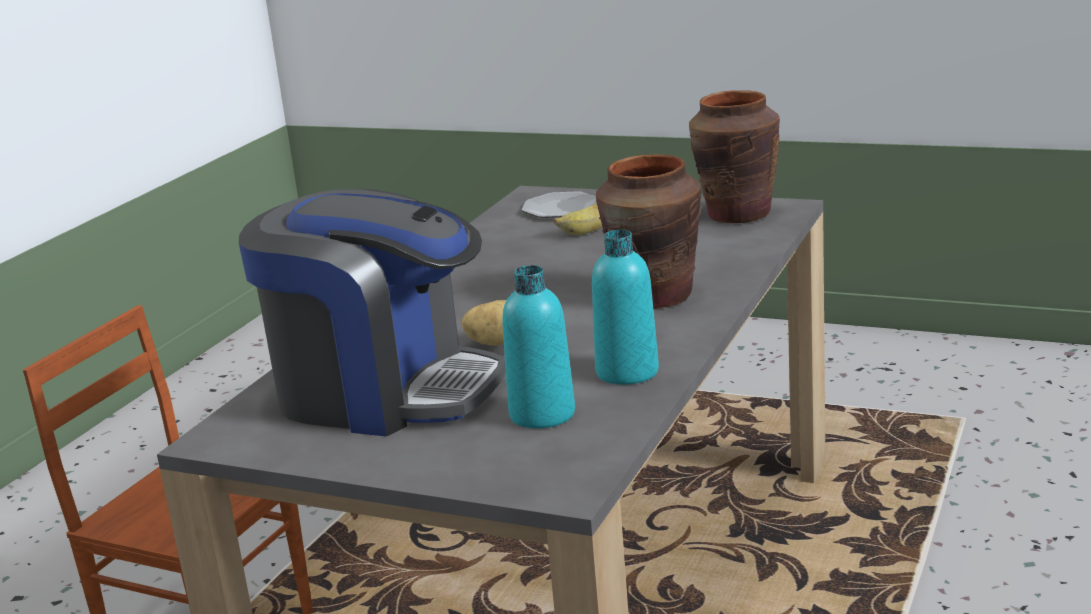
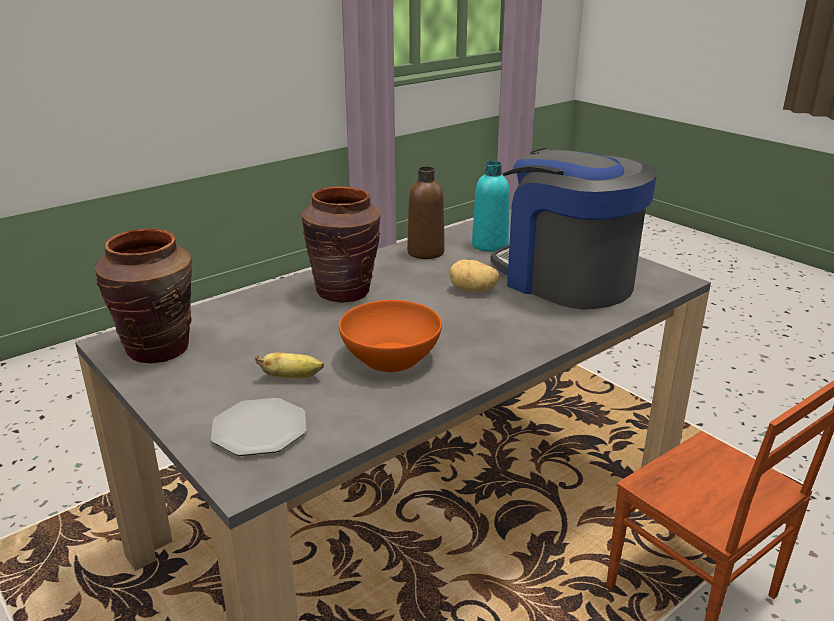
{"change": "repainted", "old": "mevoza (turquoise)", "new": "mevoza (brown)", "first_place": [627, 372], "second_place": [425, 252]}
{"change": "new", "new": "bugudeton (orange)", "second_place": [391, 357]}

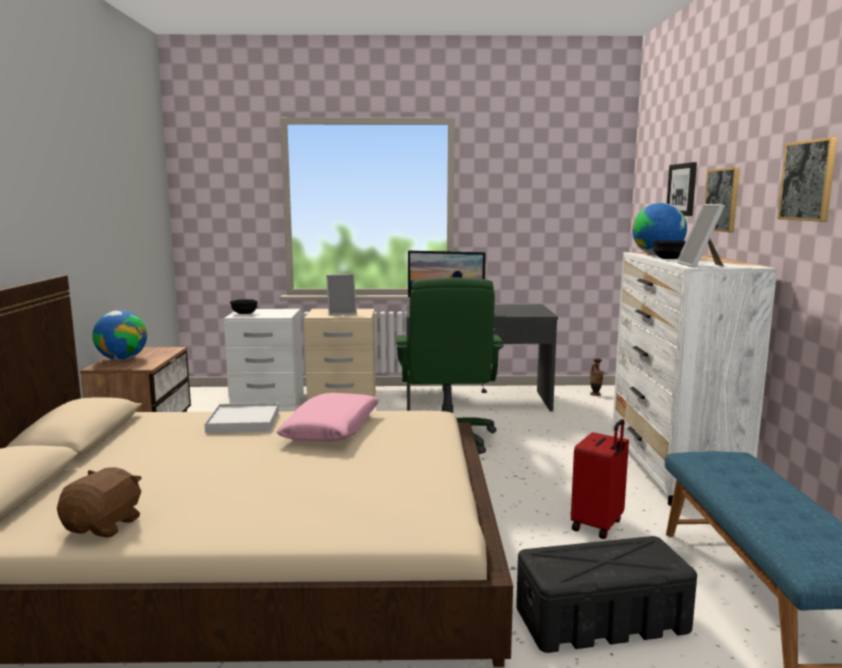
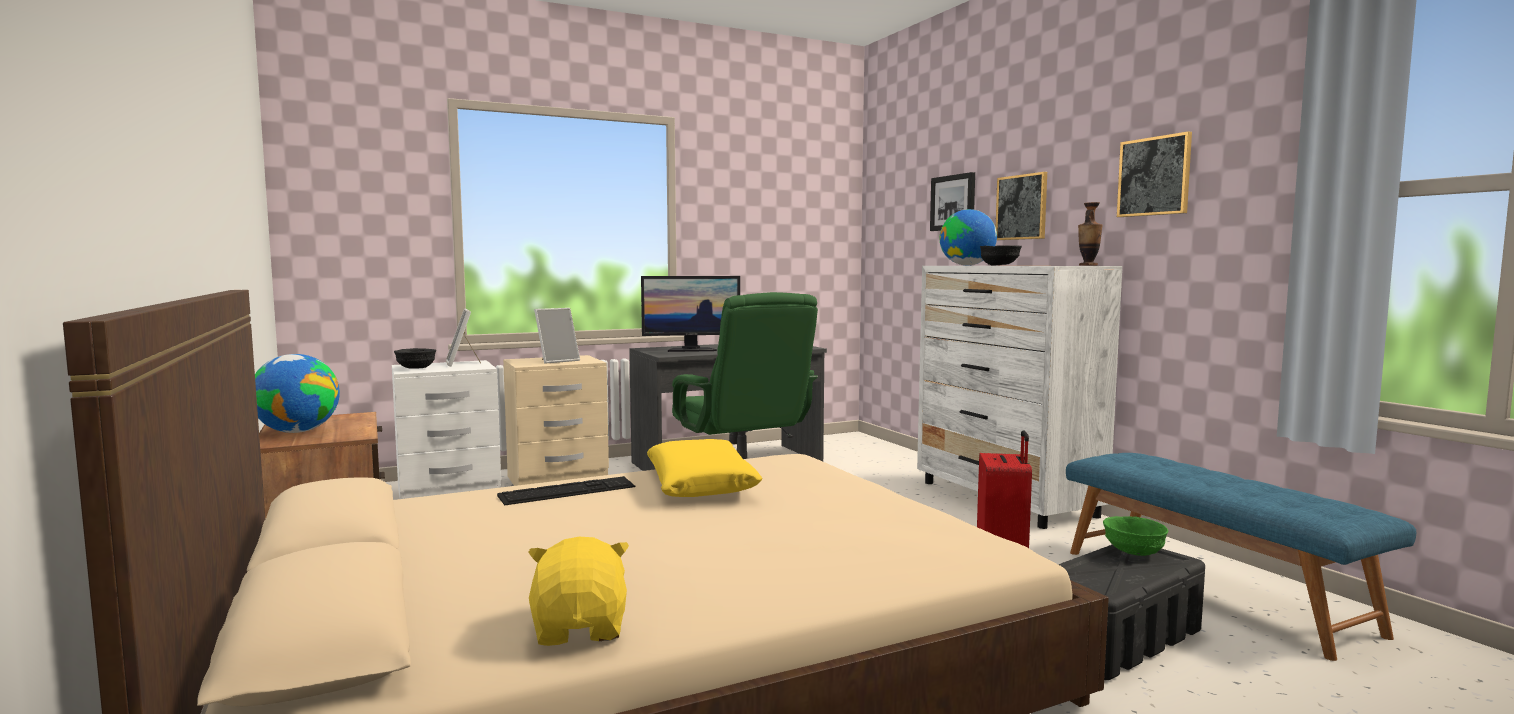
{"change": "shifted", "old": "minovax", "first_place": [700, 265], "second_place": [462, 363]}
{"change": "shifted", "old": "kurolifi", "first_place": [595, 394], "second_place": [1088, 265]}
{"change": "repainted", "old": "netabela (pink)", "new": "netabela (yellow)", "first_place": [332, 429], "second_place": [701, 484]}
{"change": "swapped", "old": "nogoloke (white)", "new": "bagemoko", "first_place": [243, 421], "second_place": [567, 491]}
{"change": "repainted", "old": "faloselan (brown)", "new": "faloselan (yellow)", "first_place": [105, 525], "second_place": [581, 628]}
{"change": "new", "new": "bugudeton (green)", "second_place": [1133, 552]}

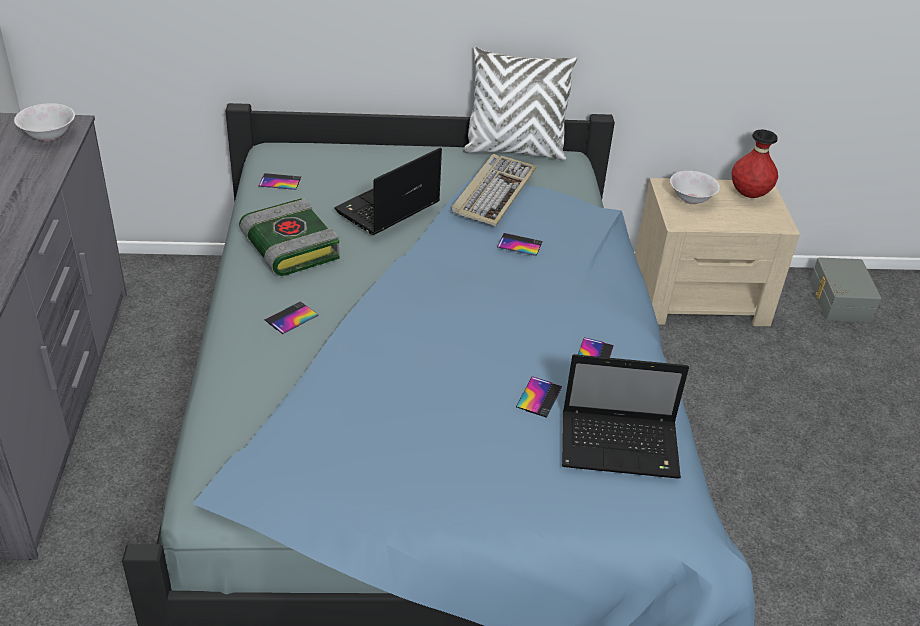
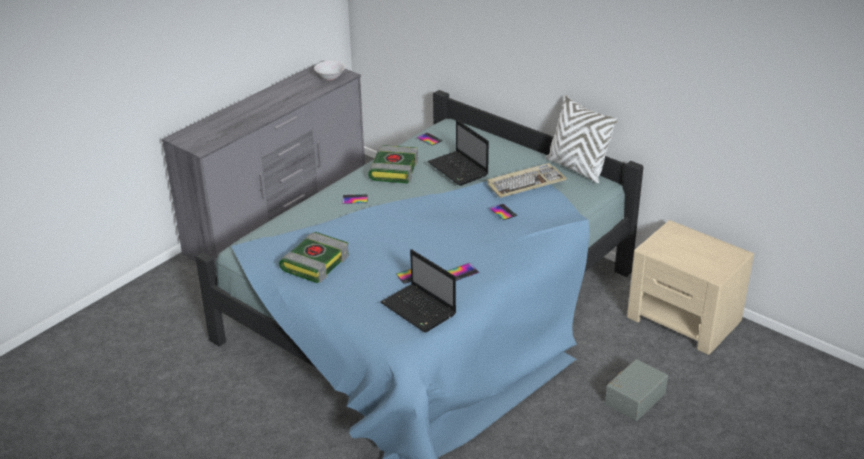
{"change": "gone", "old": "kurolifi (red)", "first_place": [749, 195]}
{"change": "rotated", "old": "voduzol", "first_place": [386, 209], "second_place": [459, 170], "degrees": -120}
{"change": "gone", "old": "bugudeton (white)", "first_place": [691, 199]}
{"change": "shifted", "old": "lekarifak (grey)", "first_place": [838, 301], "second_place": [633, 397]}
{"change": "new", "new": "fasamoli", "second_place": [315, 262]}

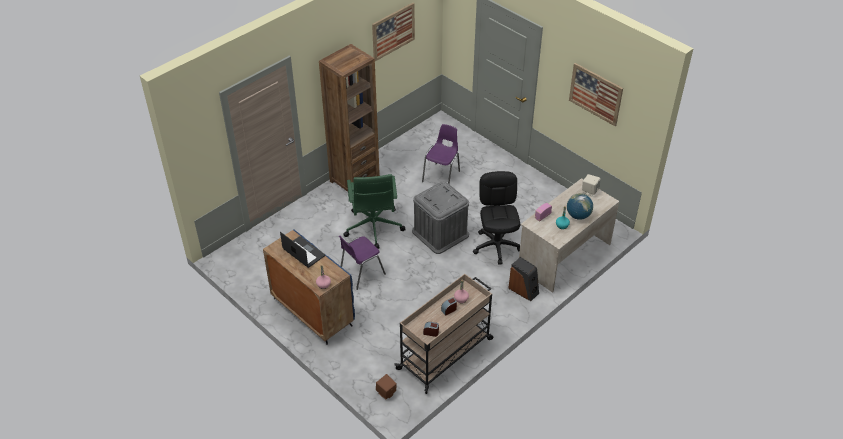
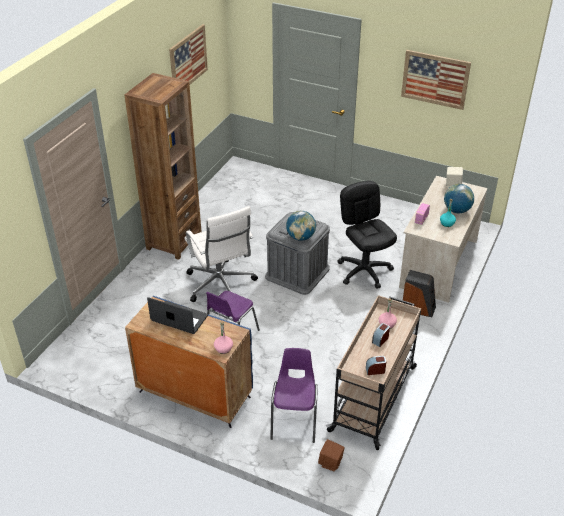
{"change": "shifted", "old": "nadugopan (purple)", "first_place": [442, 176], "second_place": [295, 421]}
{"change": "repainted", "old": "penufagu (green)", "new": "penufagu (white)", "first_place": [373, 228], "second_place": [220, 285]}
{"change": "new", "new": "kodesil", "second_place": [300, 237]}

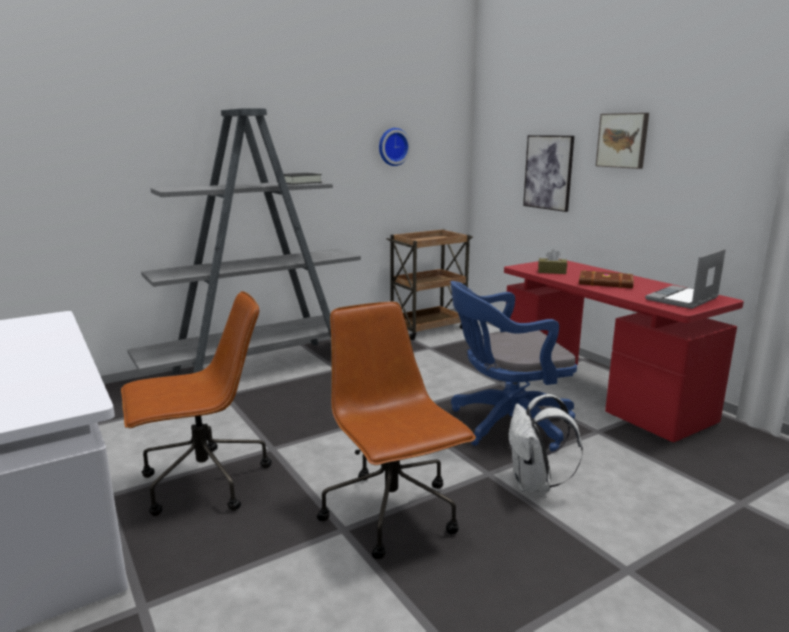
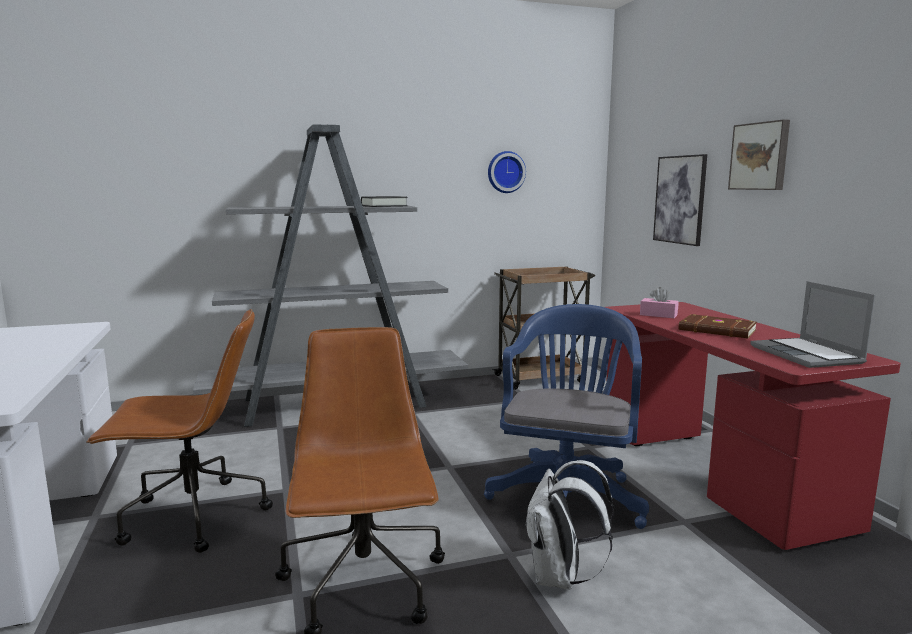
{"change": "repainted", "old": "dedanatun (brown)", "new": "dedanatun (pink)", "first_place": [552, 272], "second_place": [658, 315]}
{"change": "rotated", "old": "voduzol", "first_place": [682, 299], "second_place": [807, 355], "degrees": -75}
{"change": "rotated", "old": "penufagu (blue)", "first_place": [505, 424], "second_place": [567, 497], "degrees": 105}

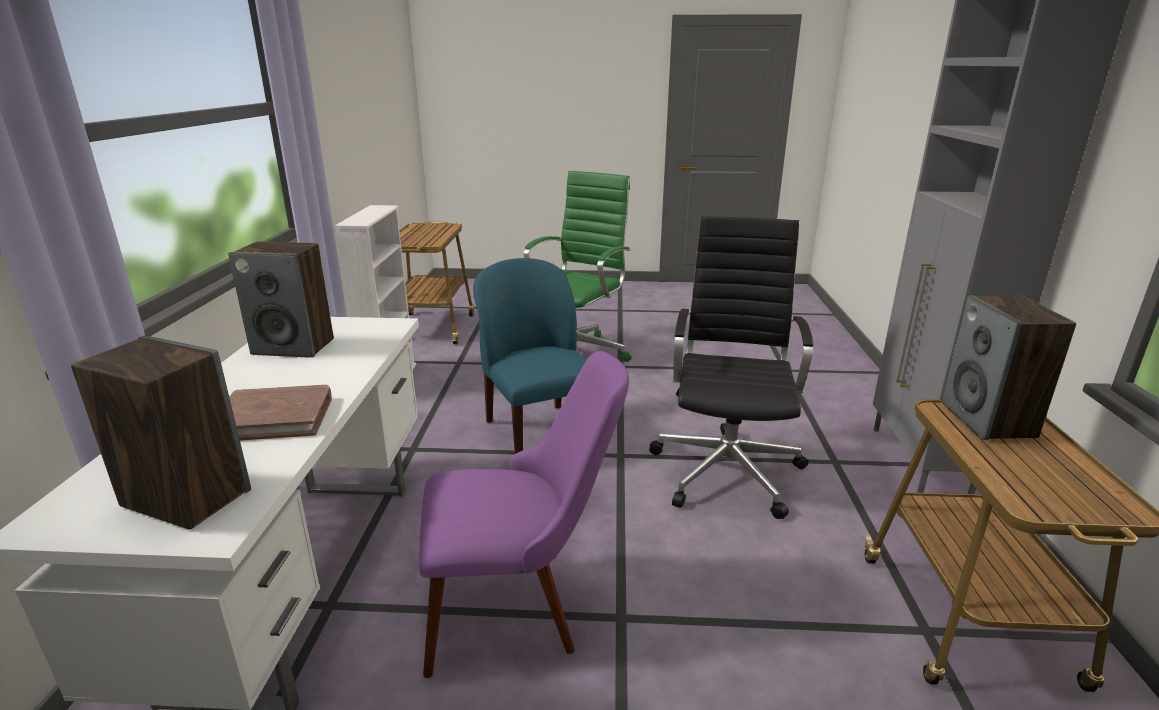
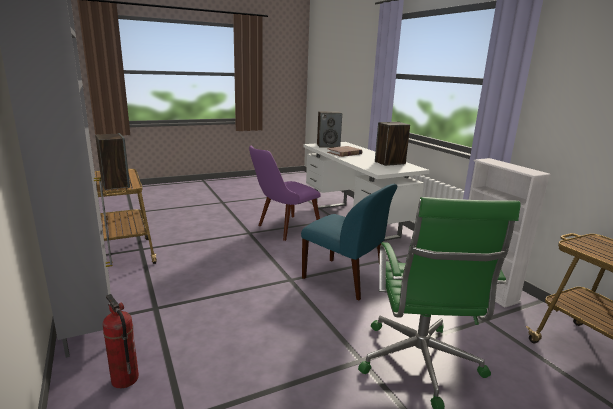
{"change": "gone", "old": "penufagu (black)", "first_place": [727, 469]}
{"change": "new", "new": "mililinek", "second_place": [124, 379]}

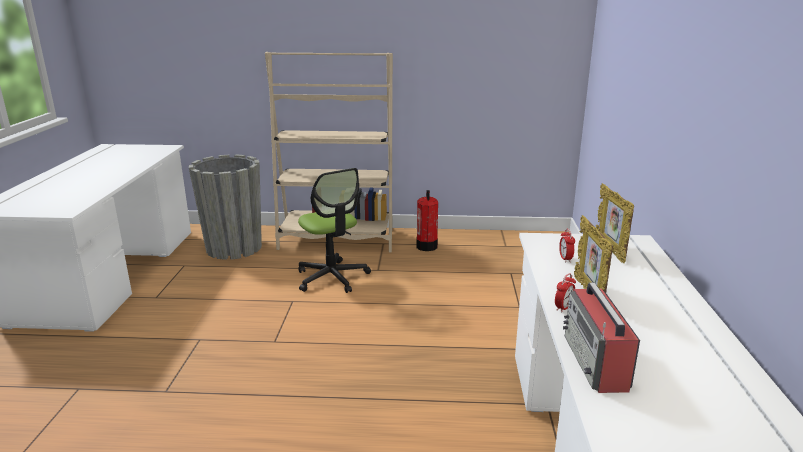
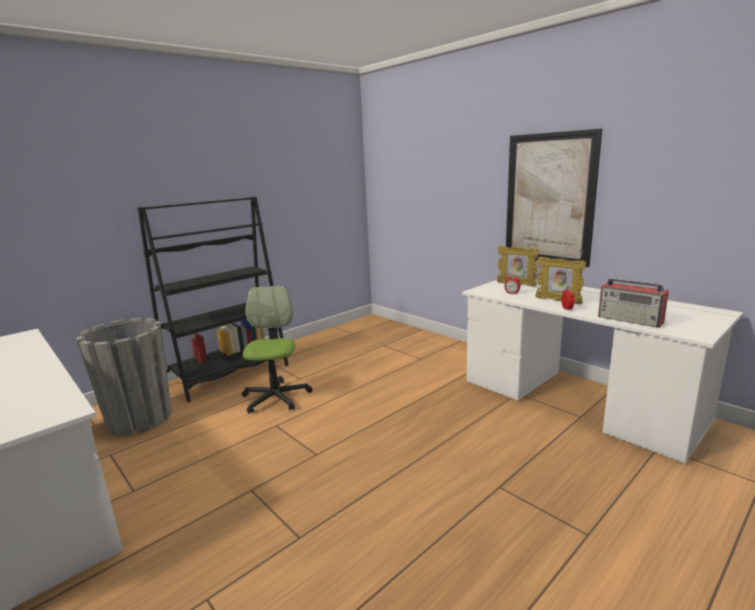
{"change": "repainted", "old": "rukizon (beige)", "new": "rukizon (black)", "first_place": [337, 239], "second_place": [228, 375]}
{"change": "rotated", "old": "penufagu", "first_place": [332, 277], "second_place": [276, 398], "degrees": -105}
{"change": "gone", "old": "mililinek", "first_place": [427, 246]}
{"change": "new", "new": "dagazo", "second_place": [549, 199]}

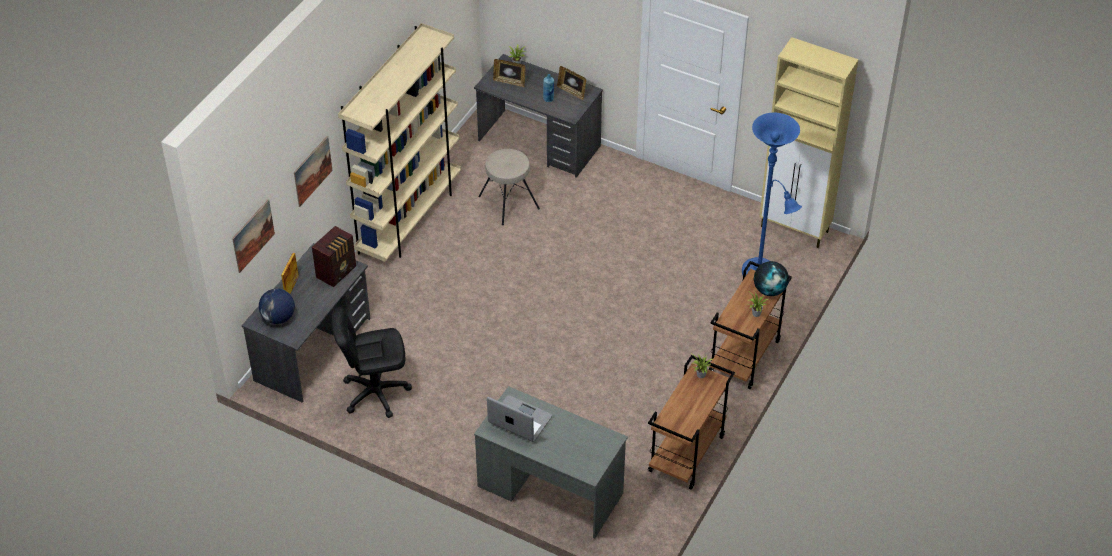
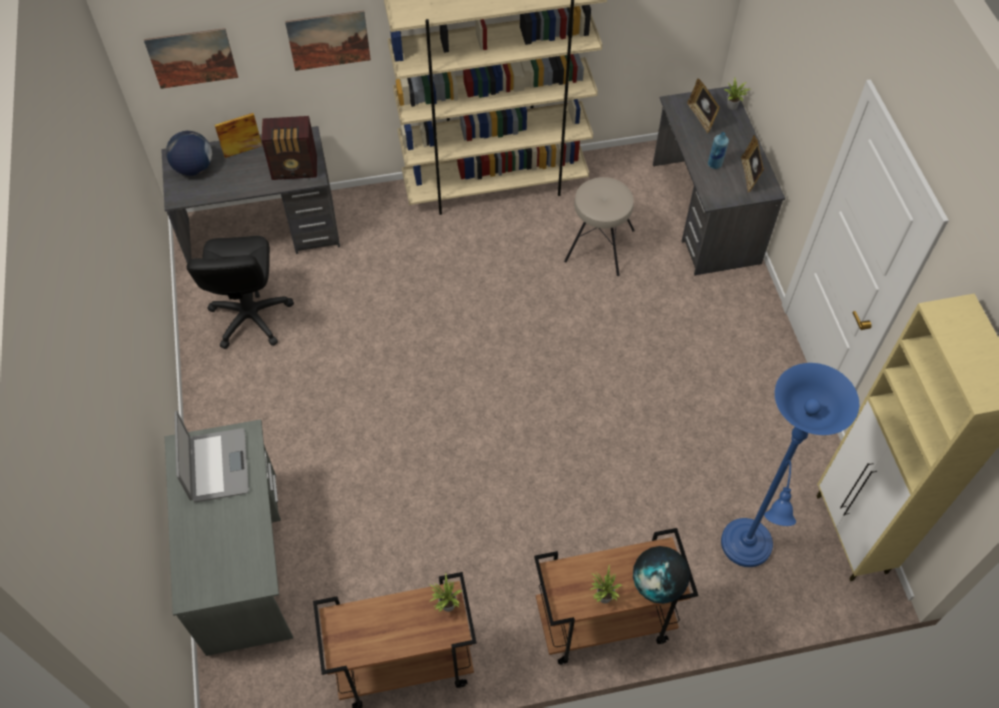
{"change": "rotated", "old": "penufagu (black)", "first_place": [375, 392], "second_place": [250, 317], "degrees": -135}

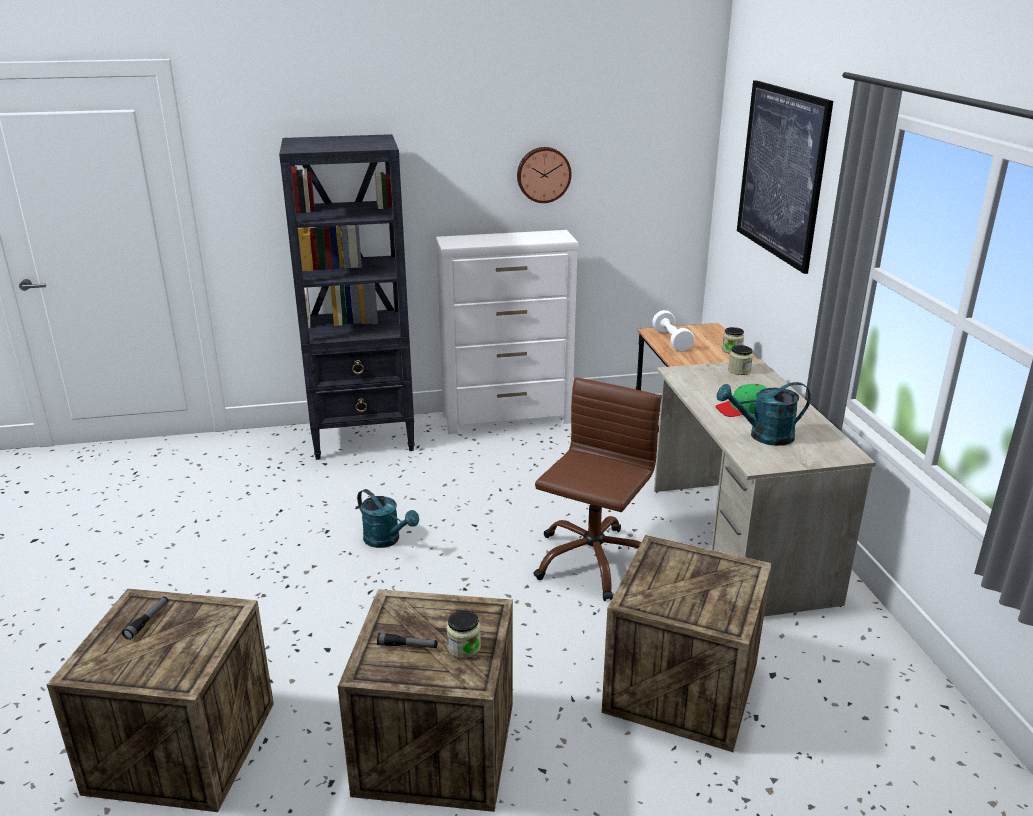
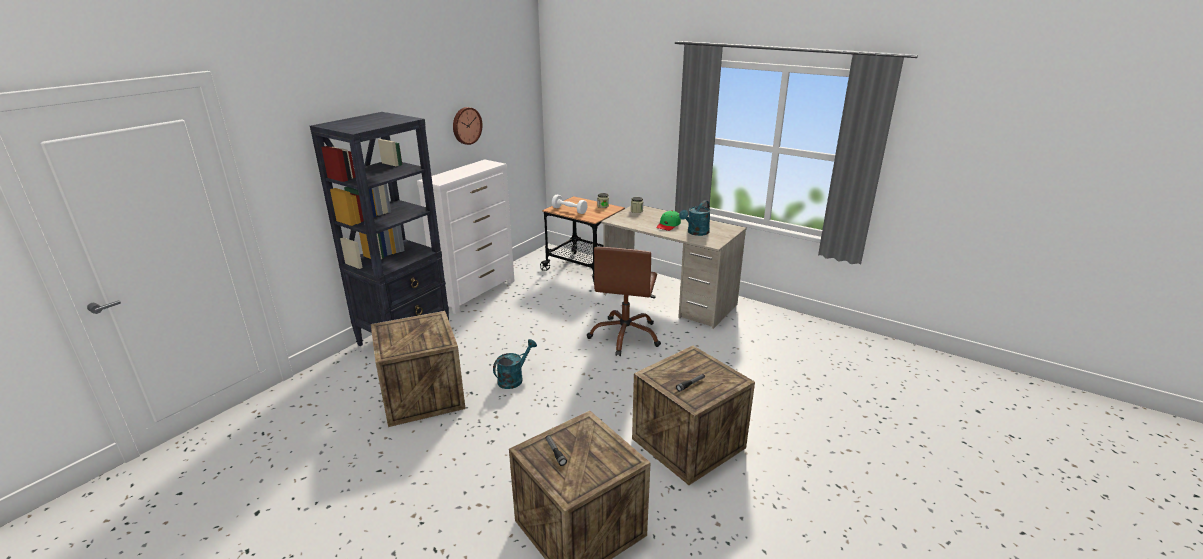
{"change": "gone", "old": "dagazo", "first_place": [781, 173]}
{"change": "rotated", "old": "penufagu (brown)", "first_place": [592, 561], "second_place": [625, 336], "degrees": -150}
{"change": "rotated", "old": "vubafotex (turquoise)", "first_place": [387, 540], "second_place": [514, 378], "degrees": -45}
{"change": "shifted", "old": "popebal", "first_place": [681, 687], "second_place": [422, 396]}
{"change": "gone", "old": "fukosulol", "first_place": [464, 647]}

